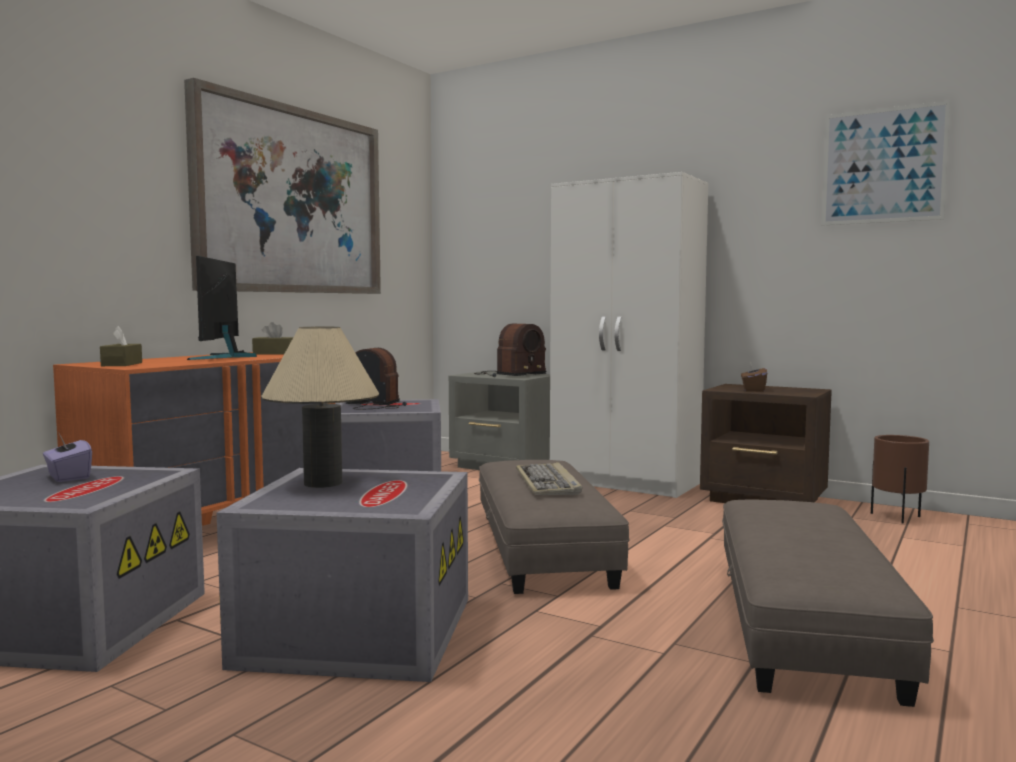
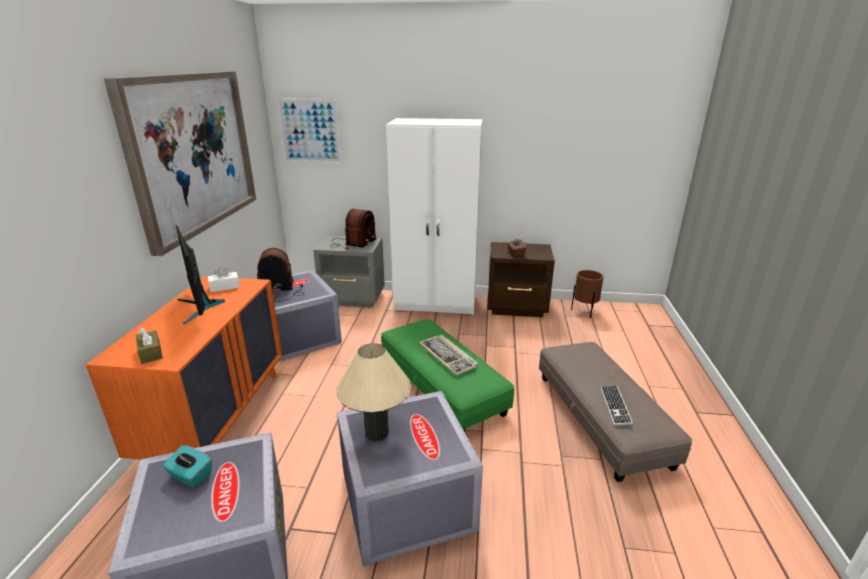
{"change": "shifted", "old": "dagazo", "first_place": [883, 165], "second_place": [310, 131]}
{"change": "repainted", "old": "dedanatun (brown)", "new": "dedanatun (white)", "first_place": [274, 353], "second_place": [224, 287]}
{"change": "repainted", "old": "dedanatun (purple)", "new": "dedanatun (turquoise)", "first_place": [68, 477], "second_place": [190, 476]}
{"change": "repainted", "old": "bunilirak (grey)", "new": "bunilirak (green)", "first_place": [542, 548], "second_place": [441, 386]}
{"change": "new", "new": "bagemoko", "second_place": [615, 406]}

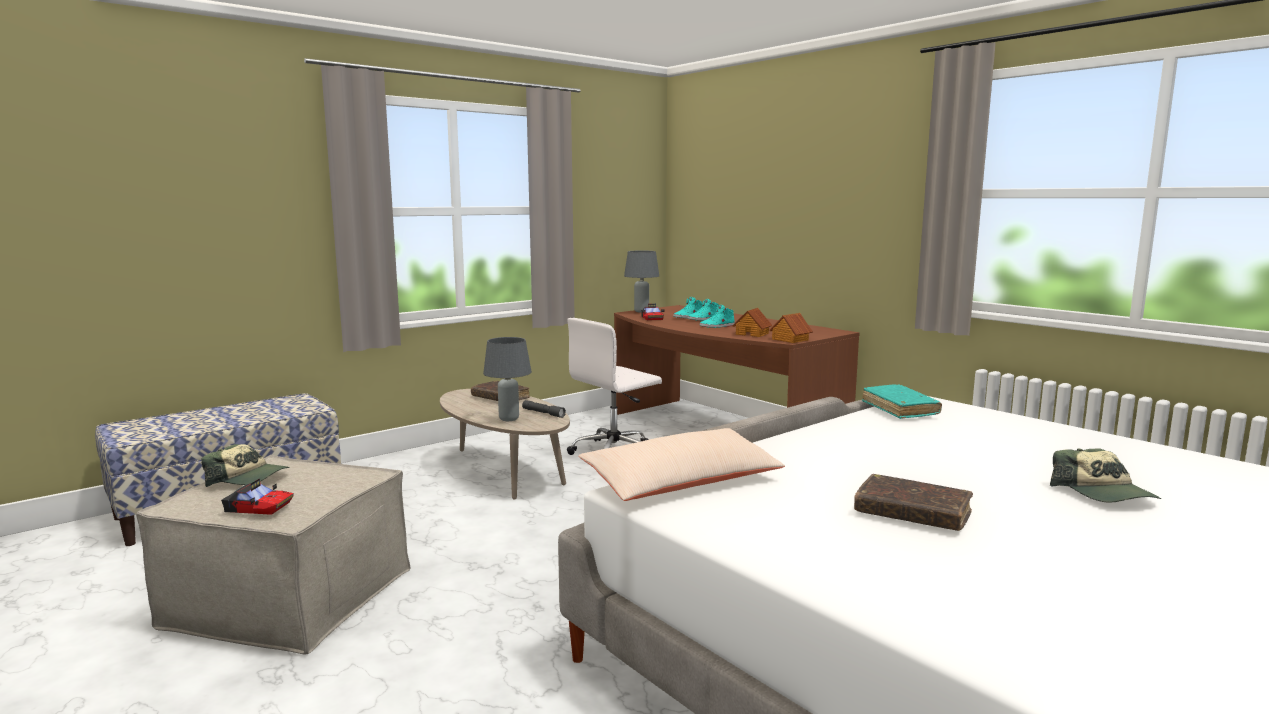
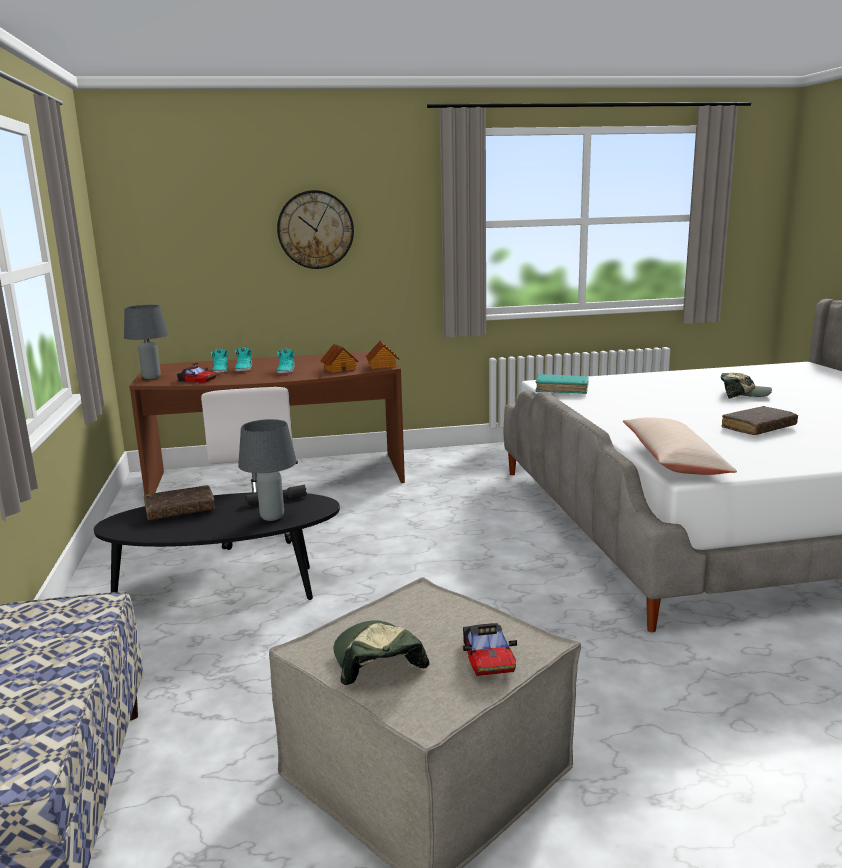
{"change": "repainted", "old": "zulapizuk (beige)", "new": "zulapizuk (black)", "first_place": [503, 473], "second_place": [228, 592]}
{"change": "rotated", "old": "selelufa", "first_place": [249, 478], "second_place": [377, 660], "degrees": -60}
{"change": "rotated", "old": "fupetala", "first_place": [258, 507], "second_place": [488, 657], "degrees": 135}
{"change": "new", "new": "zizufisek", "second_place": [315, 230]}

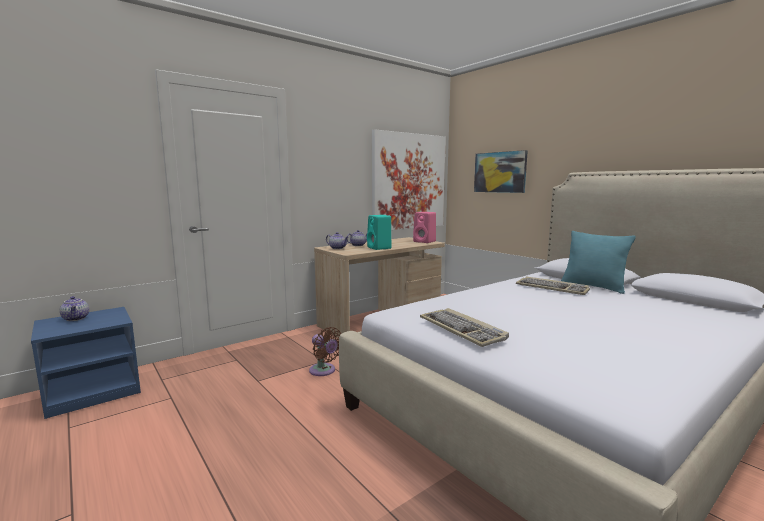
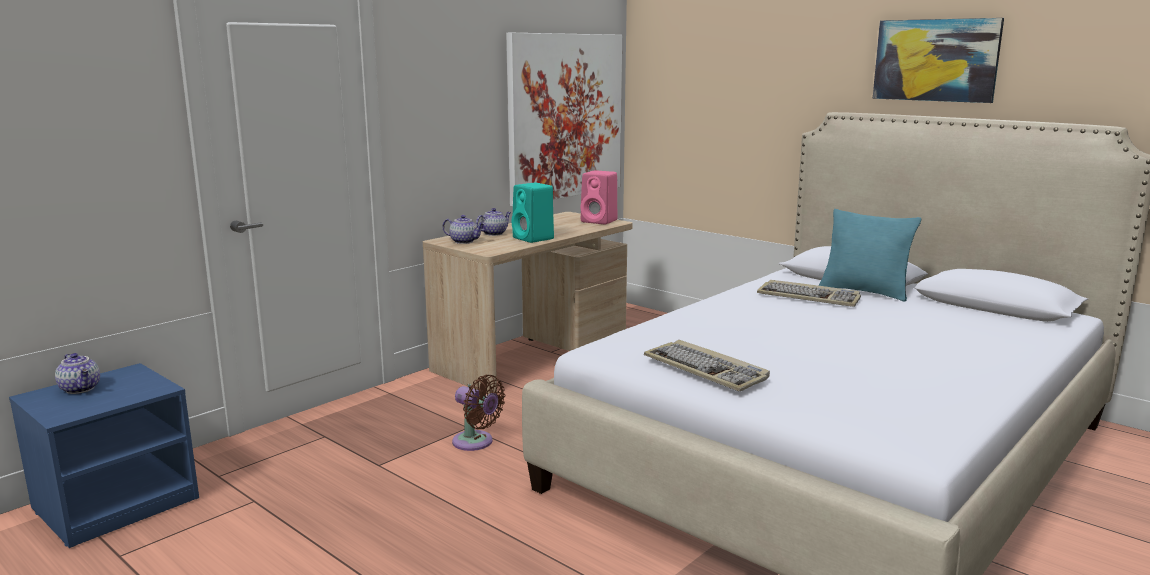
{"change": "shifted", "old": "dagazo", "first_place": [500, 172], "second_place": [935, 60]}

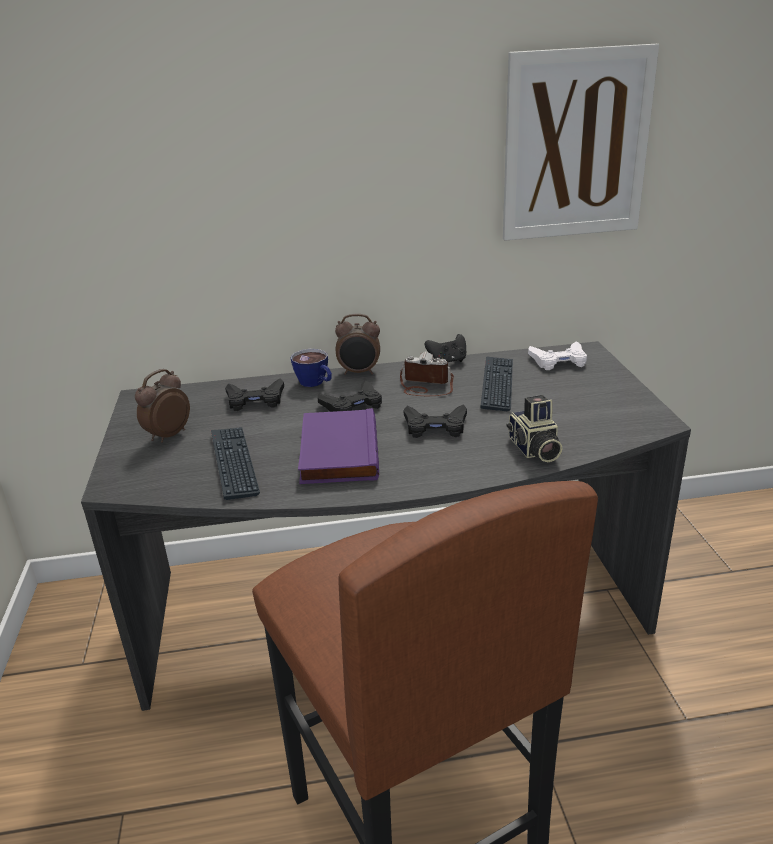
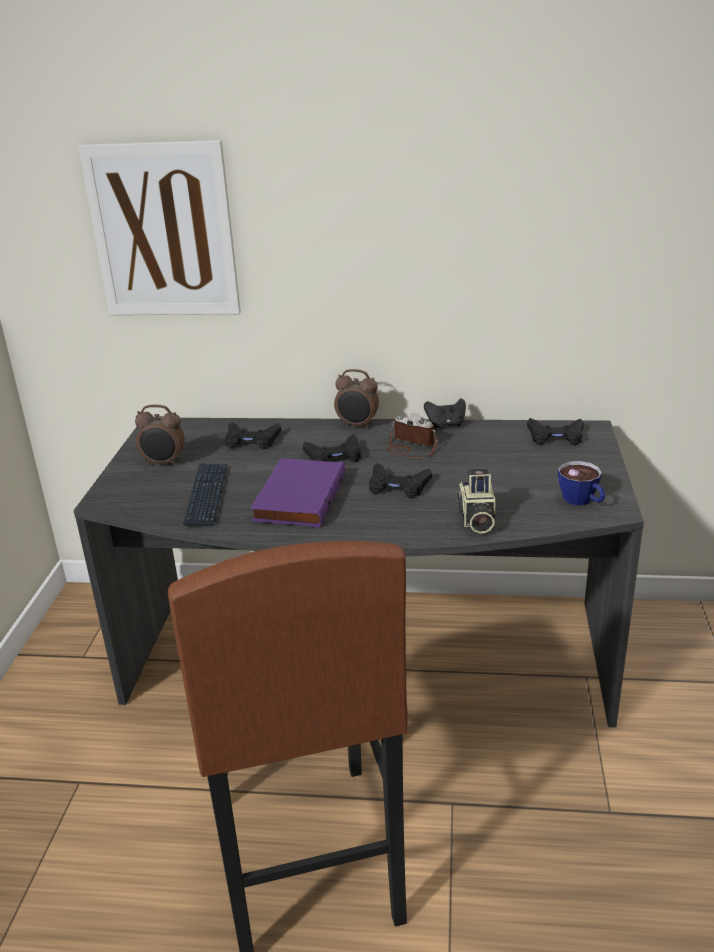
{"change": "shifted", "old": "dagazo", "first_place": [575, 145], "second_place": [163, 231]}
{"change": "repainted", "old": "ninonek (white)", "new": "ninonek (black)", "first_place": [559, 361], "second_place": [555, 437]}
{"change": "shifted", "old": "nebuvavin", "first_place": [315, 383], "second_place": [582, 501]}
{"change": "gone", "old": "bagemoko", "first_place": [497, 384]}
{"change": "rotated", "old": "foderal", "first_place": [167, 435], "second_place": [164, 463], "degrees": -135}

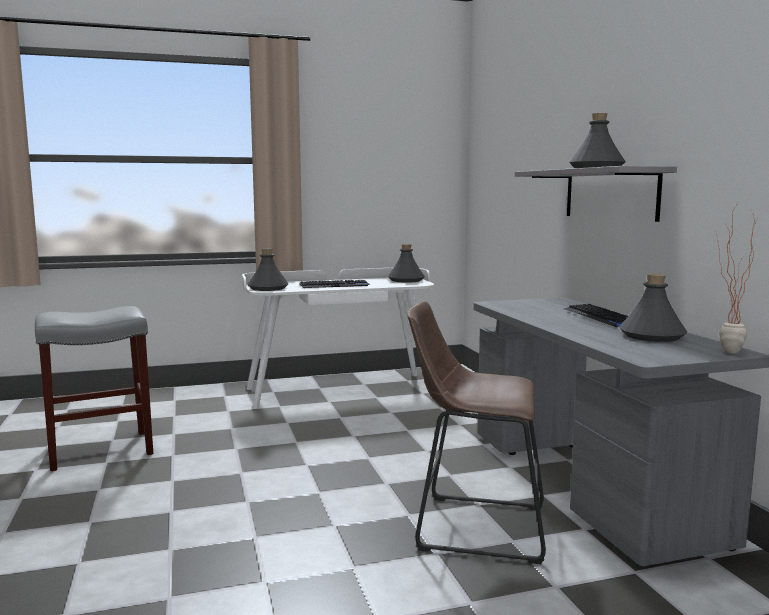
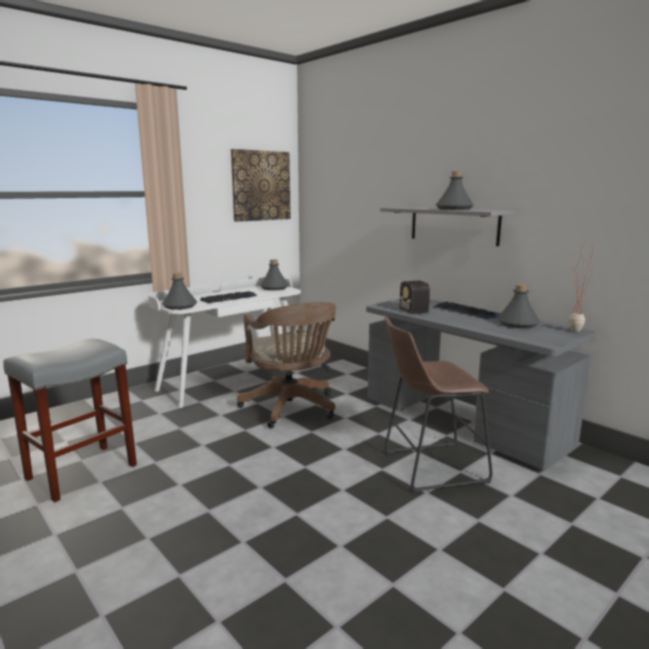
{"change": "new", "new": "dagazo", "second_place": [261, 186]}
{"change": "new", "new": "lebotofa", "second_place": [411, 308]}
{"change": "new", "new": "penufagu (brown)", "second_place": [291, 409]}

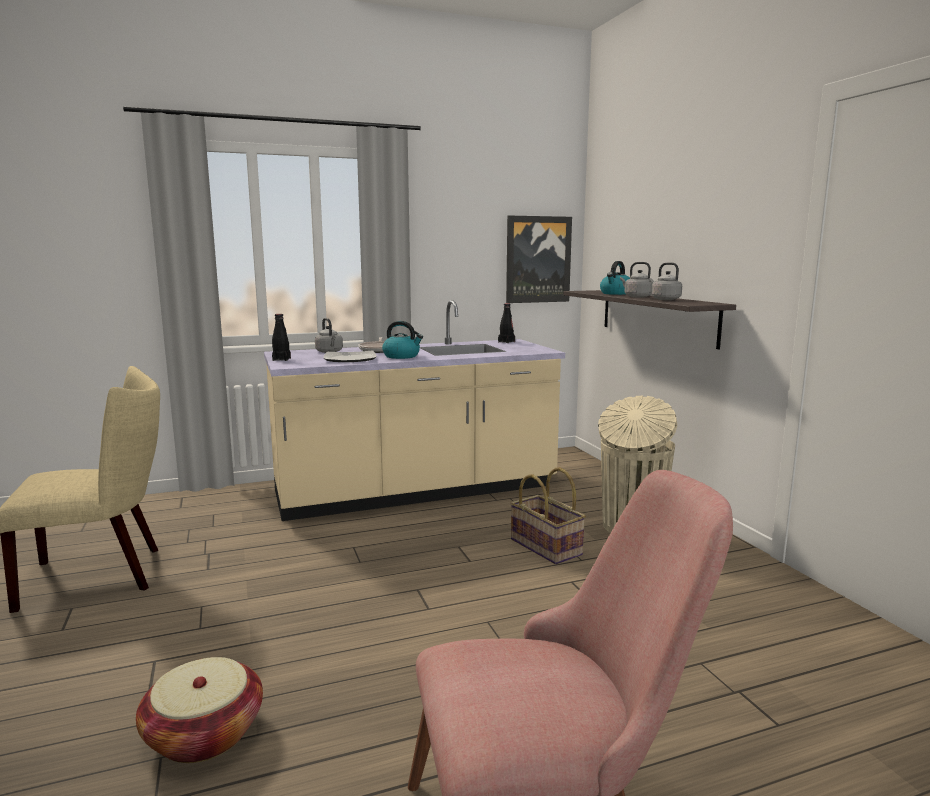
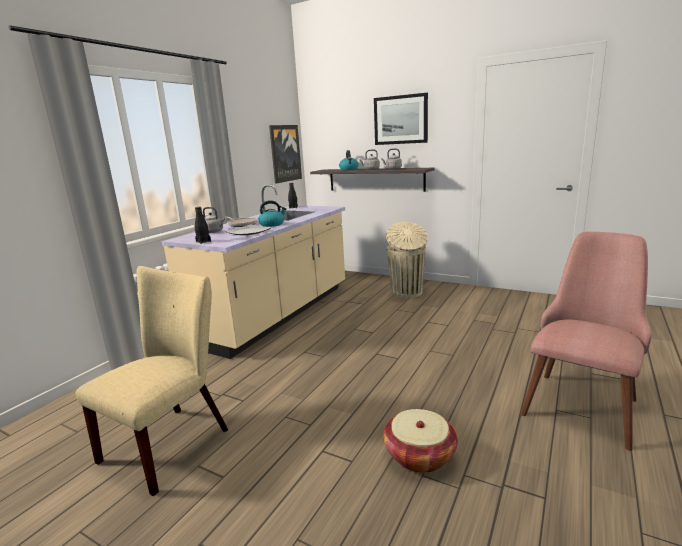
{"change": "gone", "old": "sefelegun", "first_place": [547, 547]}
{"change": "new", "new": "dagazo", "second_place": [400, 120]}

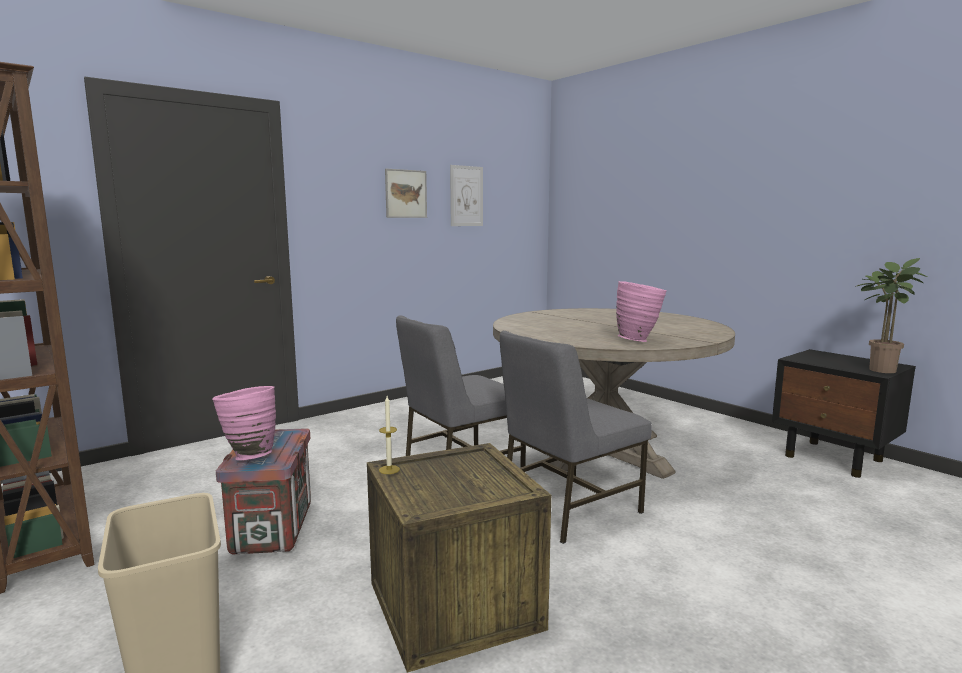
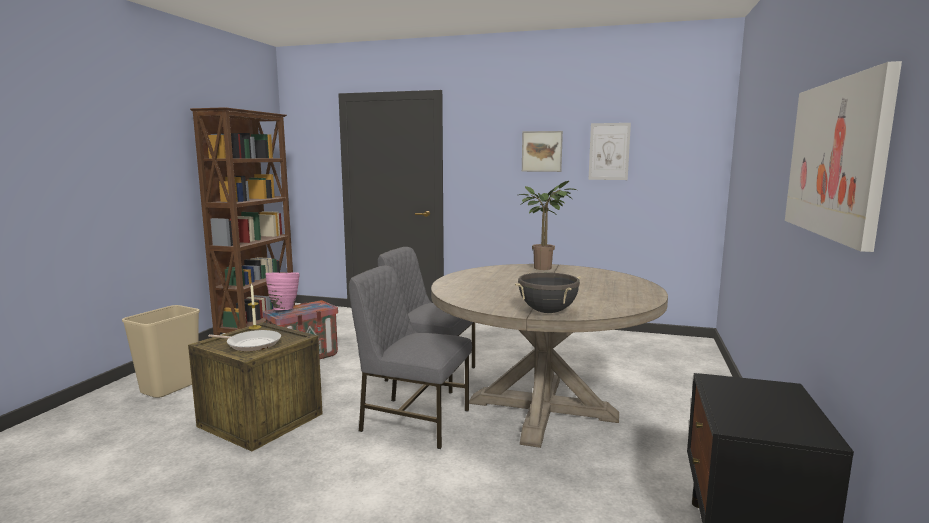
{"change": "shifted", "old": "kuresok", "first_place": [880, 369], "second_place": [545, 268]}
{"change": "gone", "old": "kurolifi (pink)", "first_place": [639, 340]}
{"change": "new", "new": "dagazo", "second_place": [835, 158]}
{"change": "new", "new": "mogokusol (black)", "second_place": [547, 311]}
{"change": "new", "new": "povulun", "second_place": [251, 344]}

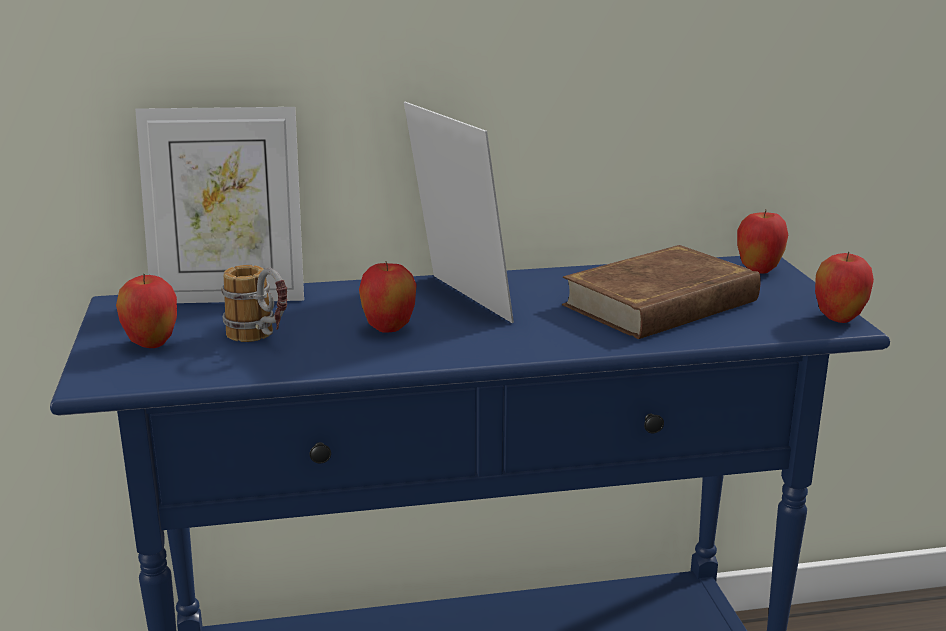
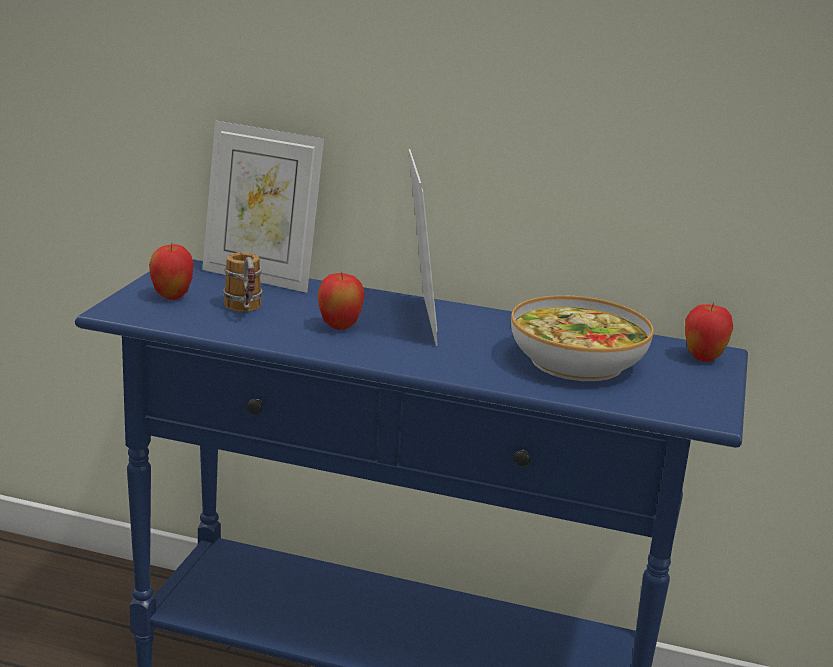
{"change": "swapped", "old": "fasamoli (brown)", "new": "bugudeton", "first_place": [662, 304], "second_place": [576, 362]}
{"change": "gone", "old": "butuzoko", "first_place": [838, 319]}

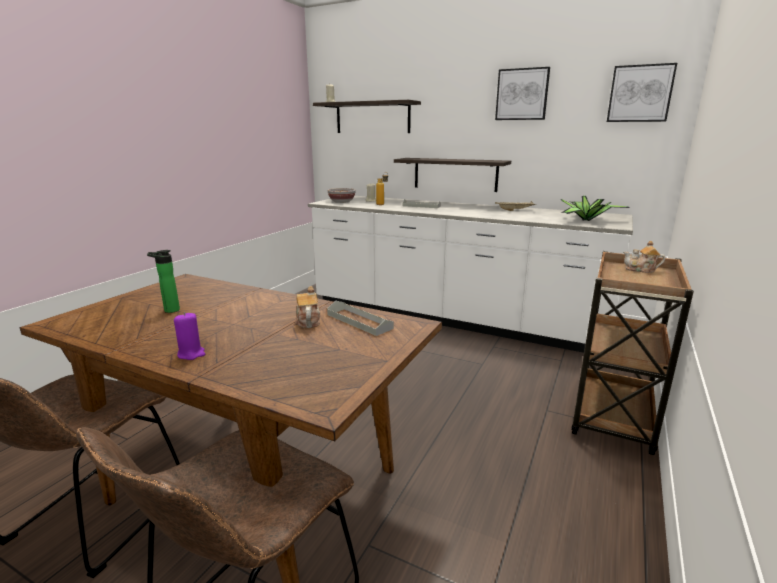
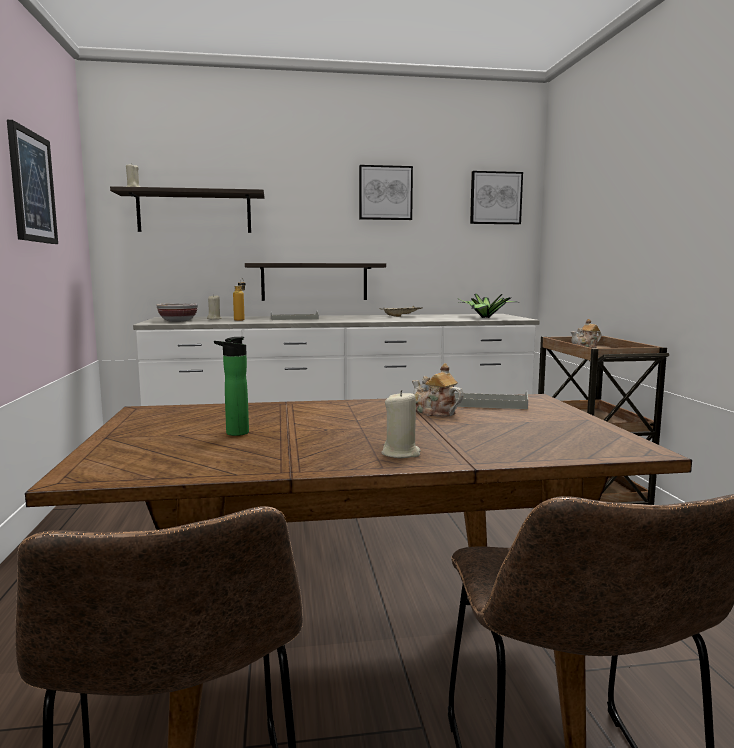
{"change": "repainted", "old": "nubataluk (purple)", "new": "nubataluk (beige)", "first_place": [191, 354], "second_place": [401, 453]}
{"change": "new", "new": "dagazo", "second_place": [32, 187]}

